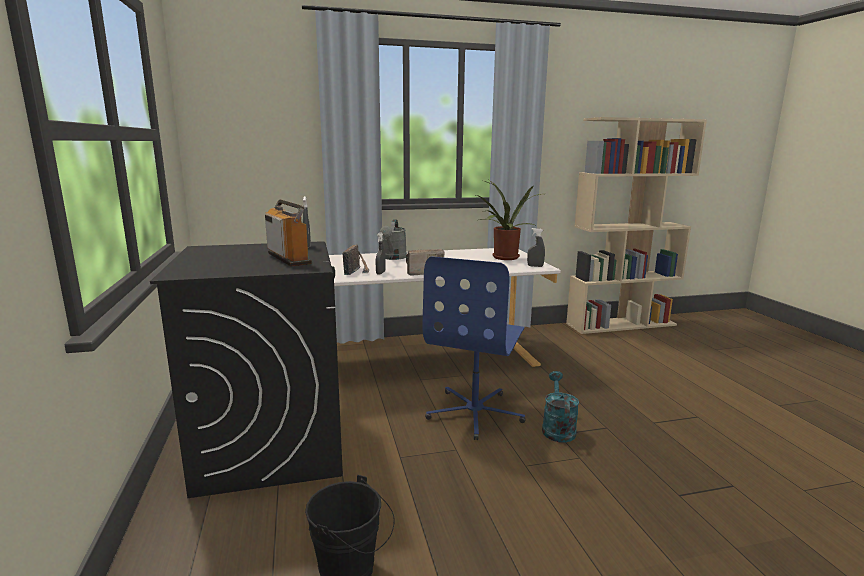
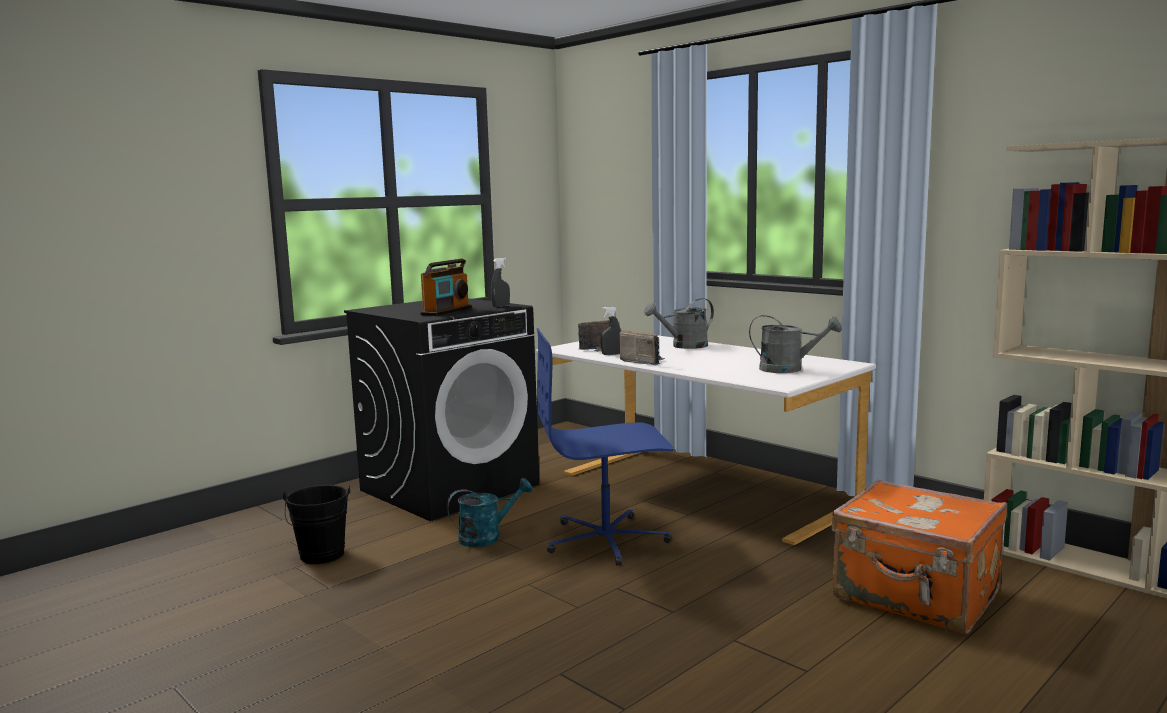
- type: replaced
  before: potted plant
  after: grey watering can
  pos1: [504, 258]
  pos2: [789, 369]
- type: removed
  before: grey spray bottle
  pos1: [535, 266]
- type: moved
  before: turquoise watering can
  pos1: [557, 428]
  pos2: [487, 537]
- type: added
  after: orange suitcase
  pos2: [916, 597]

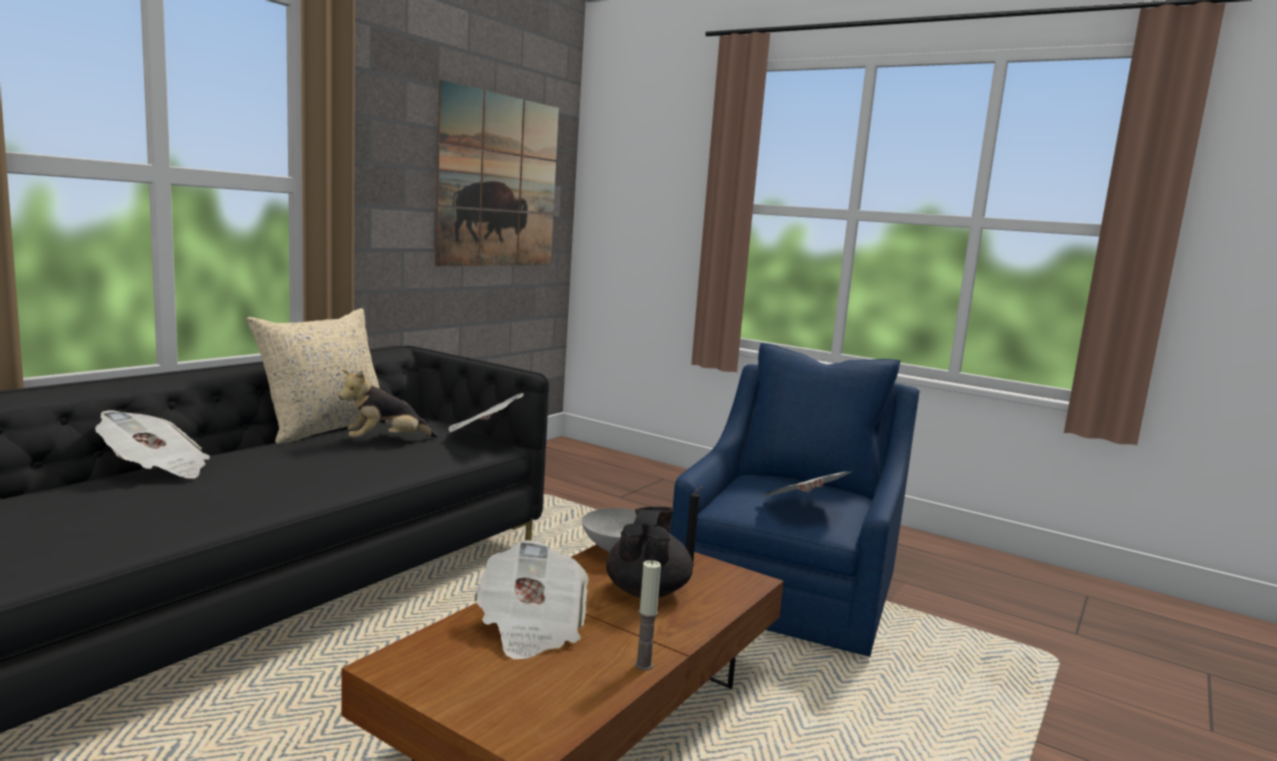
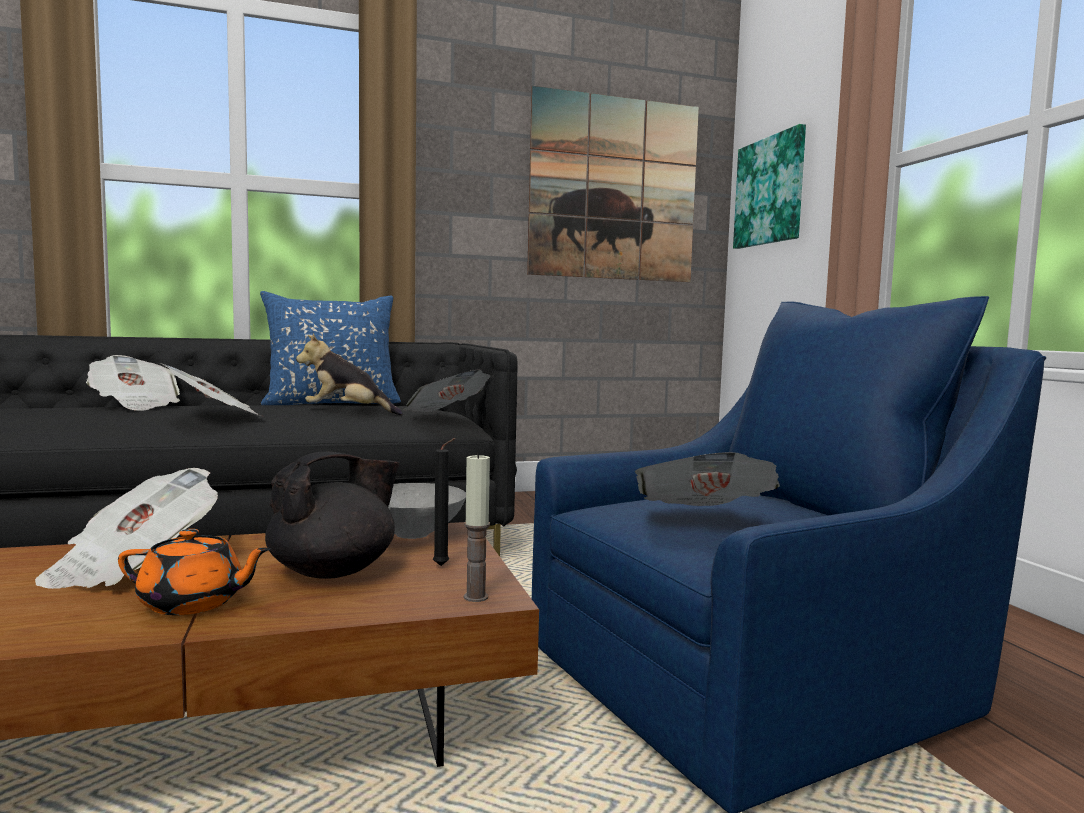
- type: recoloured
  before: beige pillow
  after: blue pillow
  pos1: [324, 428]
  pos2: [331, 404]
- type: moved
  before: candle
  pos1: [643, 665]
  pos2: [476, 597]
- type: added
  after: picture
  pos2: [770, 191]
- type: added
  after: newspaper
  pos2: [214, 416]
- type: added
  after: orange teapot
  pos2: [193, 603]

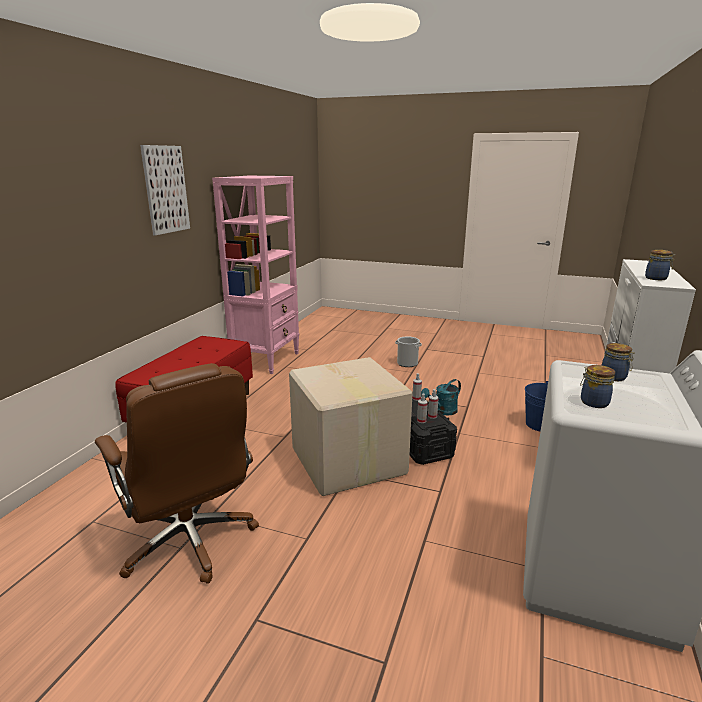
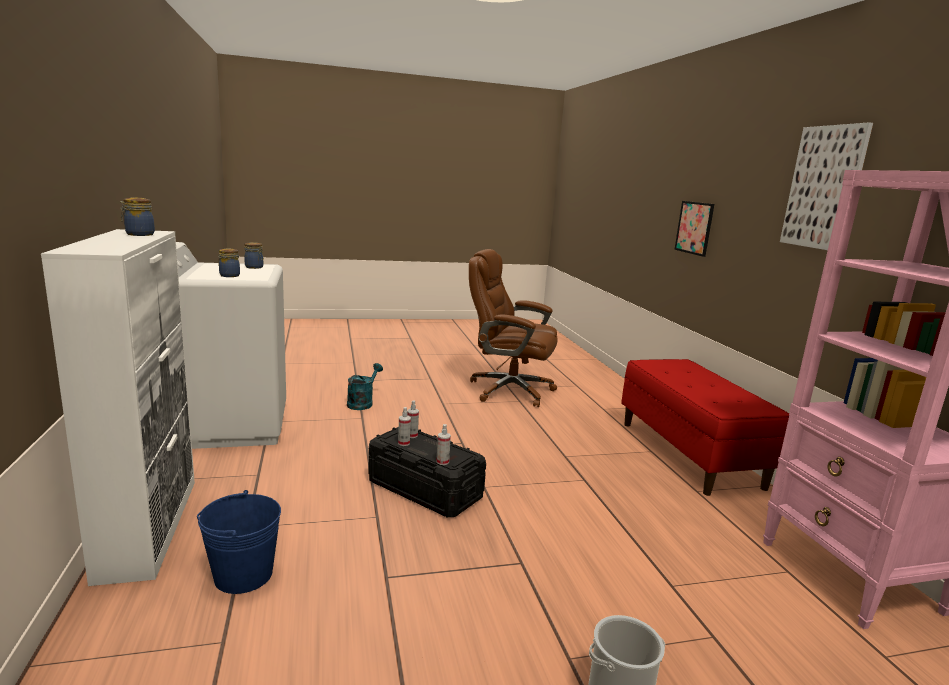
- type: removed
  before: cardboard box
  pos1: [347, 462]
- type: moved
  before: turquoise watering can
  pos1: [442, 411]
  pos2: [362, 403]
- type: added
  after: picture
  pos2: [694, 228]

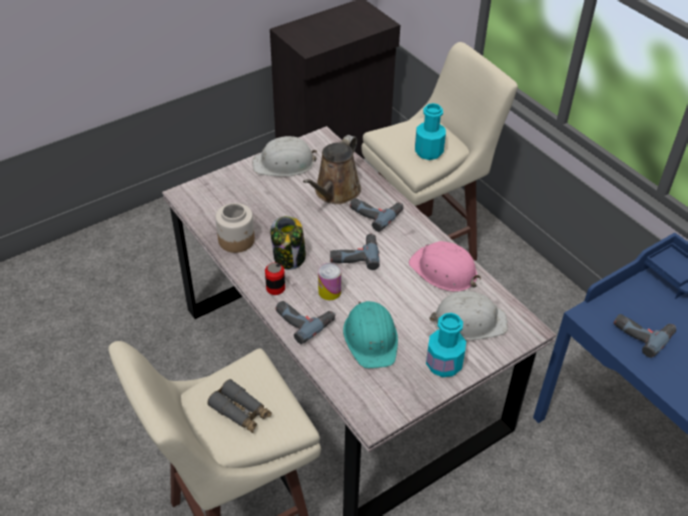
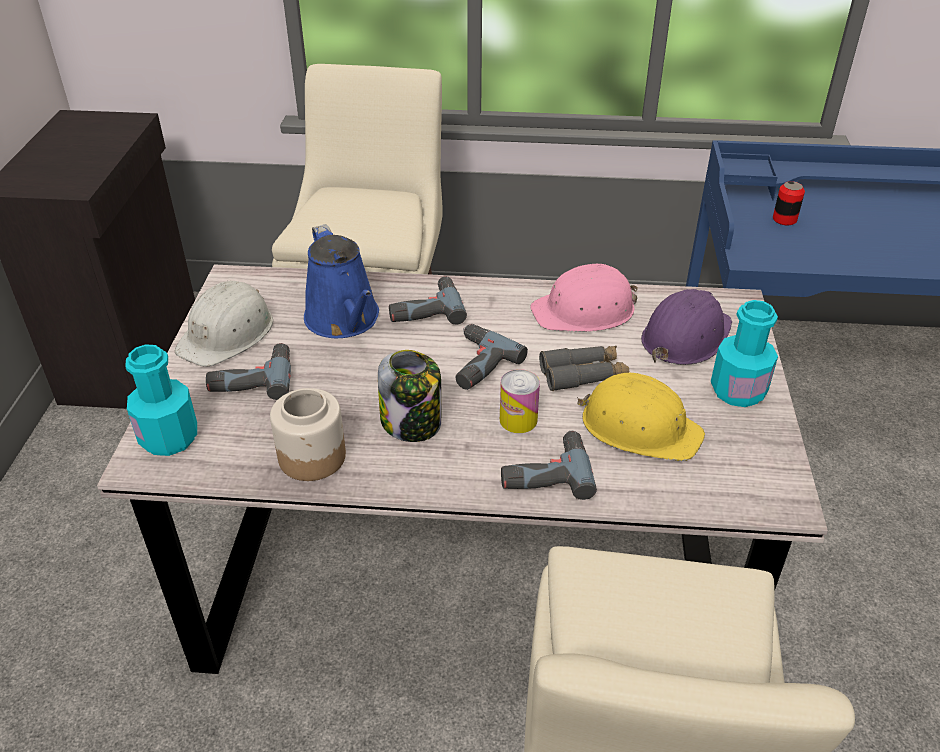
- type: moved
  before: turquoise bottle
  pos1: [428, 152]
  pos2: [169, 438]
- type: recoloured
  before: brown watering can
  after: blue watering can
  pos1: [335, 192]
  pos2: [344, 320]
- type: moved
  before: can
  pos1: [275, 288]
  pos2: [784, 219]
- type: recoloured
  before: white hard hat
  after: purple hard hat
  pos1: [468, 321]
  pos2: [685, 336]
- type: recoloured
  before: turquoise hard hat
  after: yellow hard hat
  pos1: [371, 338]
  pos2: [639, 427]
- type: moved
  before: power drill
  pos1: [642, 332]
  pos2: [252, 378]
- type: moved
  before: grey binoculars
  pos1: [241, 412]
  pos2: [583, 374]

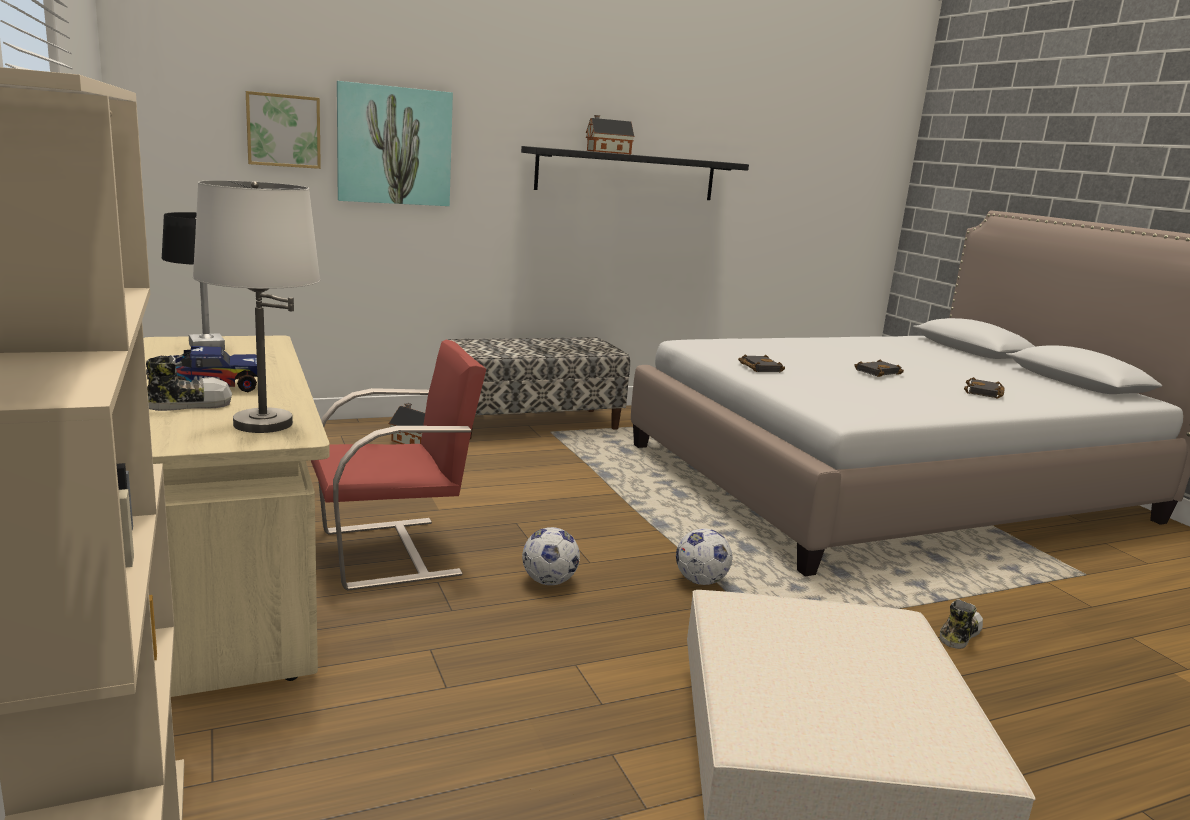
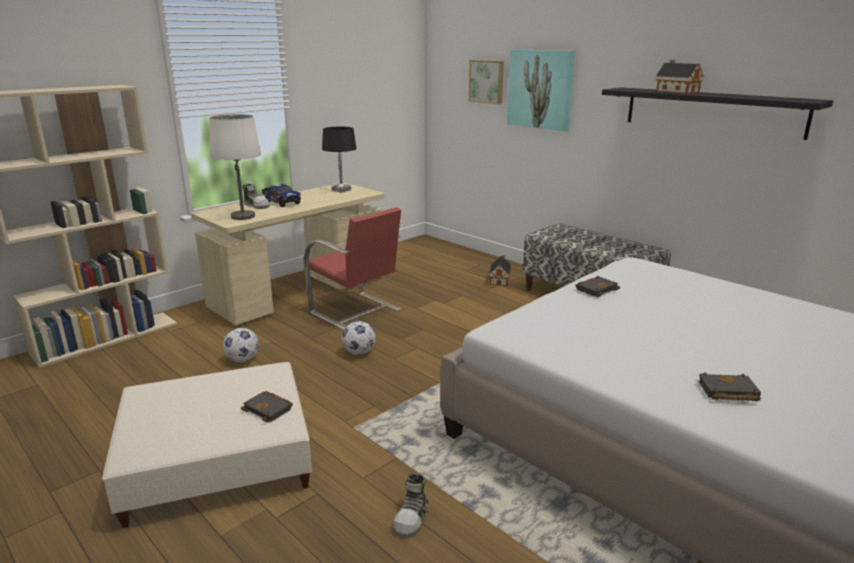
- type: moved
  before: black book
  pos1: [877, 372]
  pos2: [269, 409]
- type: moved
  before: football
  pos1: [700, 581]
  pos2: [242, 360]
- type: turned
  before: shoe
  pos1: [958, 634]
  pos2: [413, 517]
  turn: 90

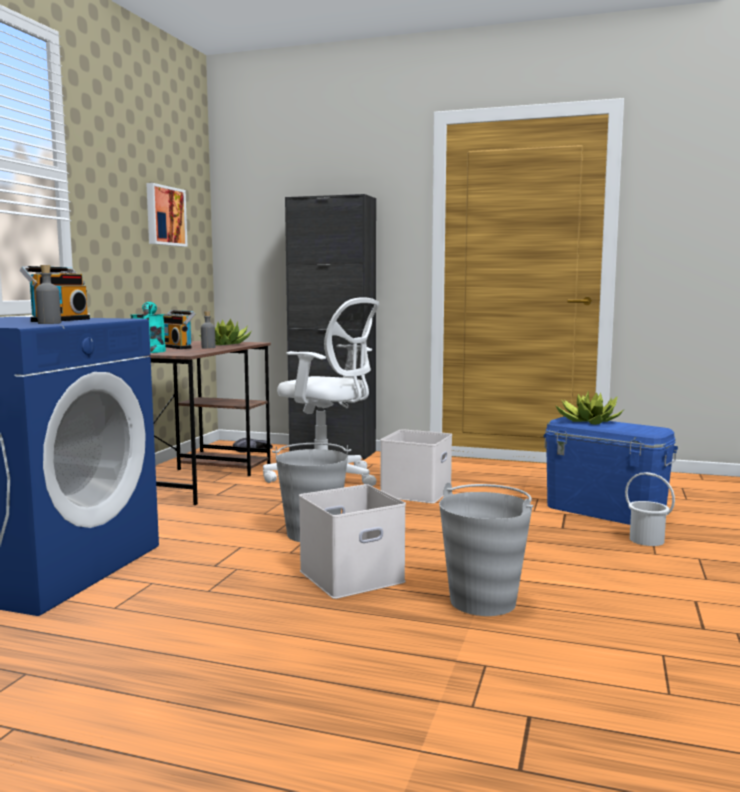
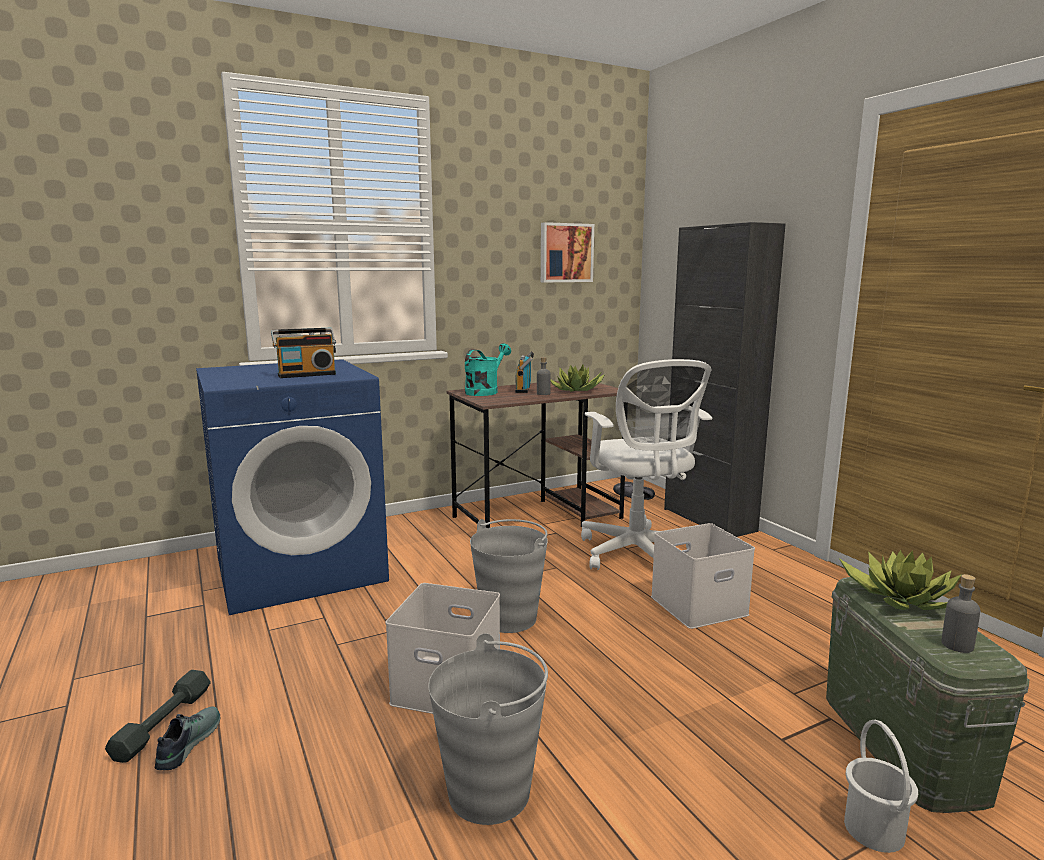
- type: moved
  before: grey bottle
  pos1: [49, 323]
  pos2: [957, 645]
- type: recoloured
  before: blue storage box
  after: green storage box
  pos1: [605, 511]
  pos2: [902, 744]
- type: added
  after: grey dumbbell
  pos2: [163, 723]
- type: added
  after: shoe
  pos2: [187, 743]

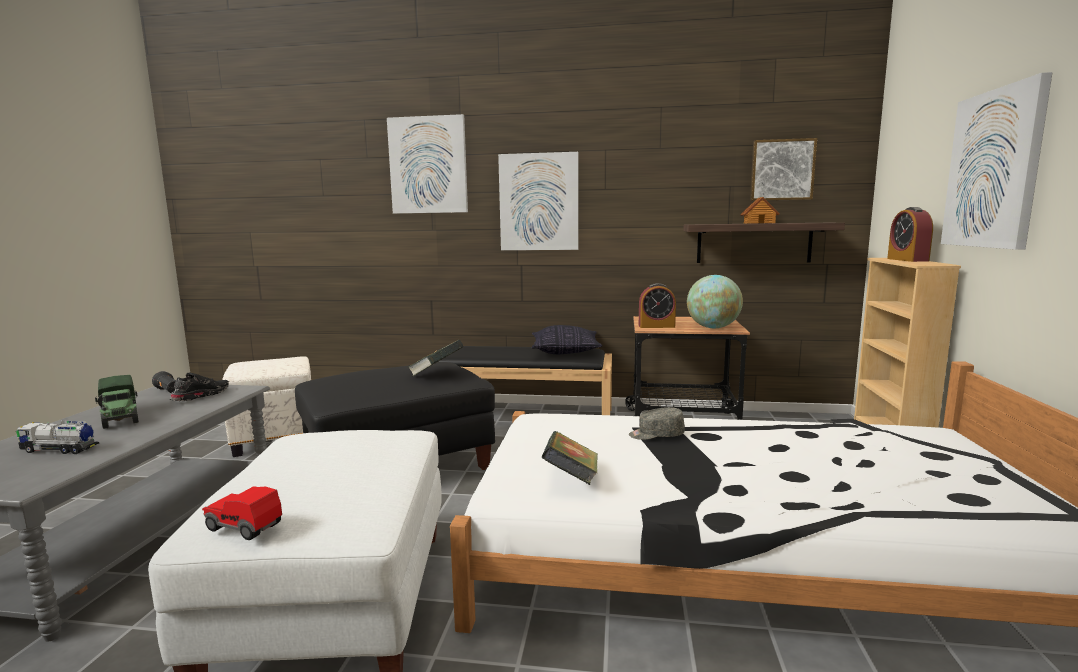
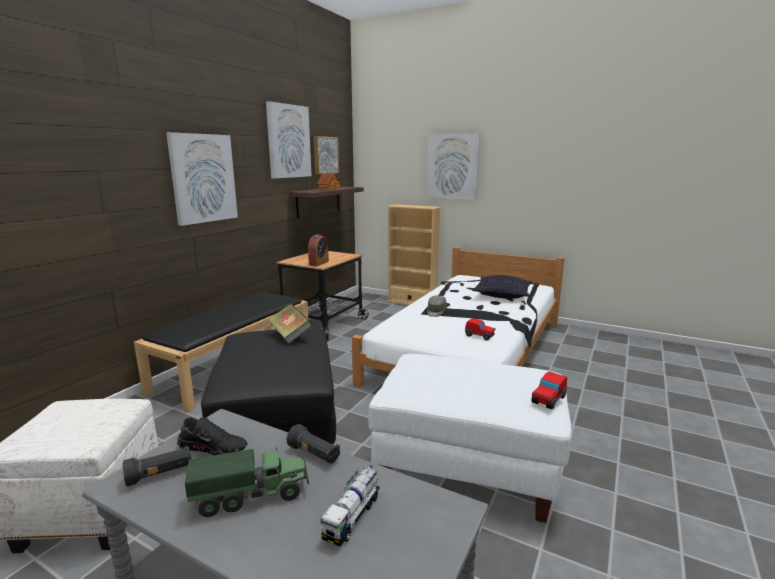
- type: moved
  before: picture
  pos1: [428, 165]
  pos2: [288, 141]
- type: removed
  before: alarm clock
  pos1: [907, 260]
- type: removed
  before: globe
  pos1: [713, 327]
- type: moved
  before: pillow
  pos1: [565, 351]
  pos2: [502, 295]
- type: turned
  before: black shoe
  pos1: [200, 396]
  pos2: [214, 447]
  turn: 150
- type: replaced
  before: book
  after: toy car
  pos1: [571, 479]
  pos2: [479, 336]
- type: added
  after: black flashlight
  pos2: [314, 455]

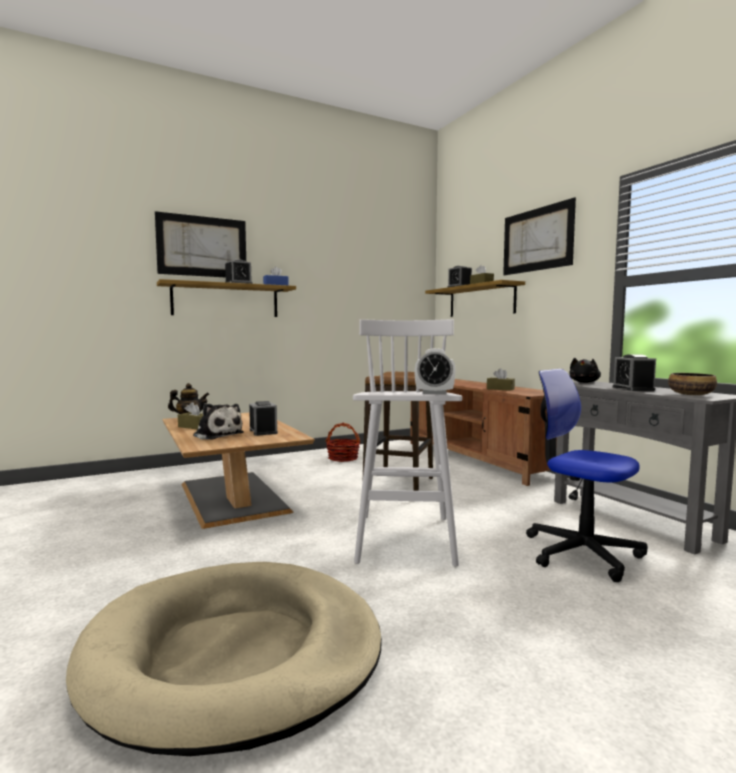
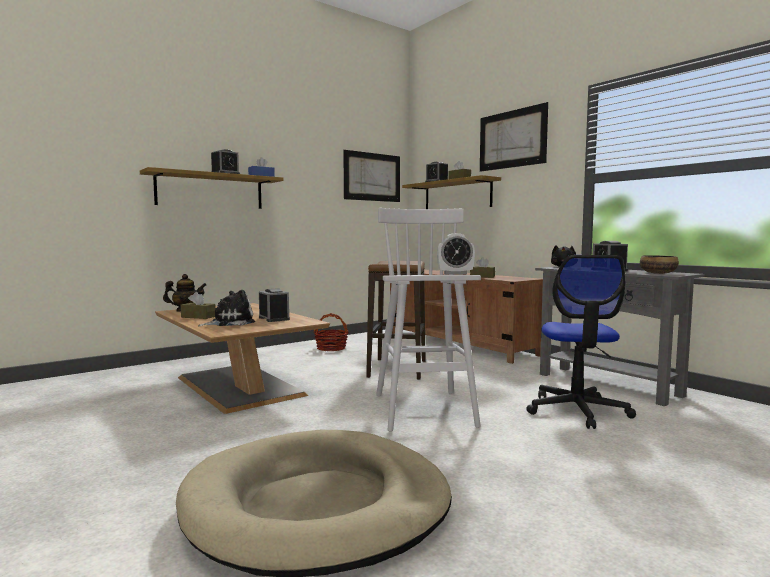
- type: moved
  before: picture
  pos1: [202, 246]
  pos2: [372, 177]
- type: turned
  before: office chair
  pos1: [581, 553]
  pos2: [577, 411]
  turn: -120
- type: turned
  before: plush toy
  pos1: [217, 435]
  pos2: [230, 322]
  turn: -60

